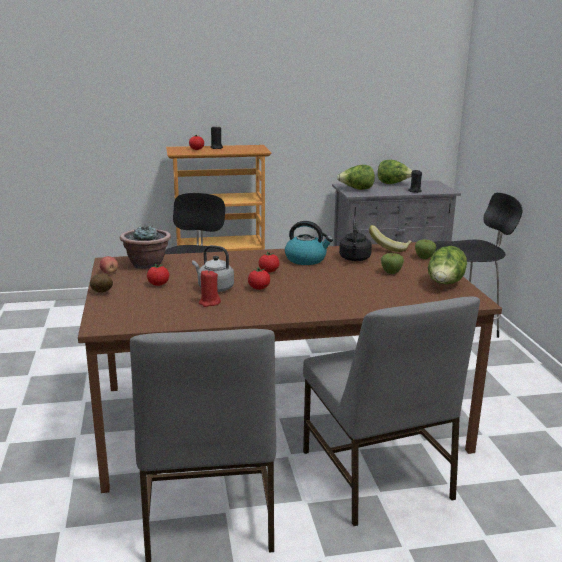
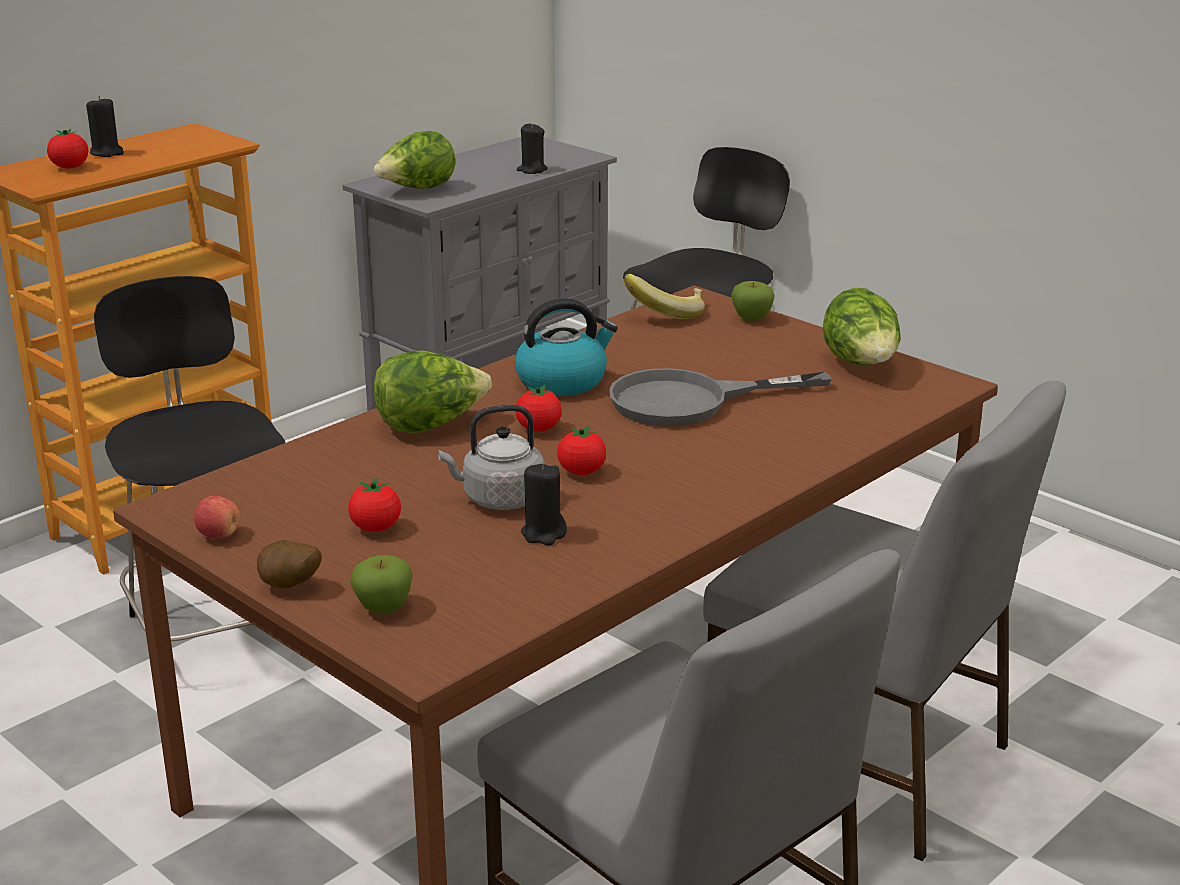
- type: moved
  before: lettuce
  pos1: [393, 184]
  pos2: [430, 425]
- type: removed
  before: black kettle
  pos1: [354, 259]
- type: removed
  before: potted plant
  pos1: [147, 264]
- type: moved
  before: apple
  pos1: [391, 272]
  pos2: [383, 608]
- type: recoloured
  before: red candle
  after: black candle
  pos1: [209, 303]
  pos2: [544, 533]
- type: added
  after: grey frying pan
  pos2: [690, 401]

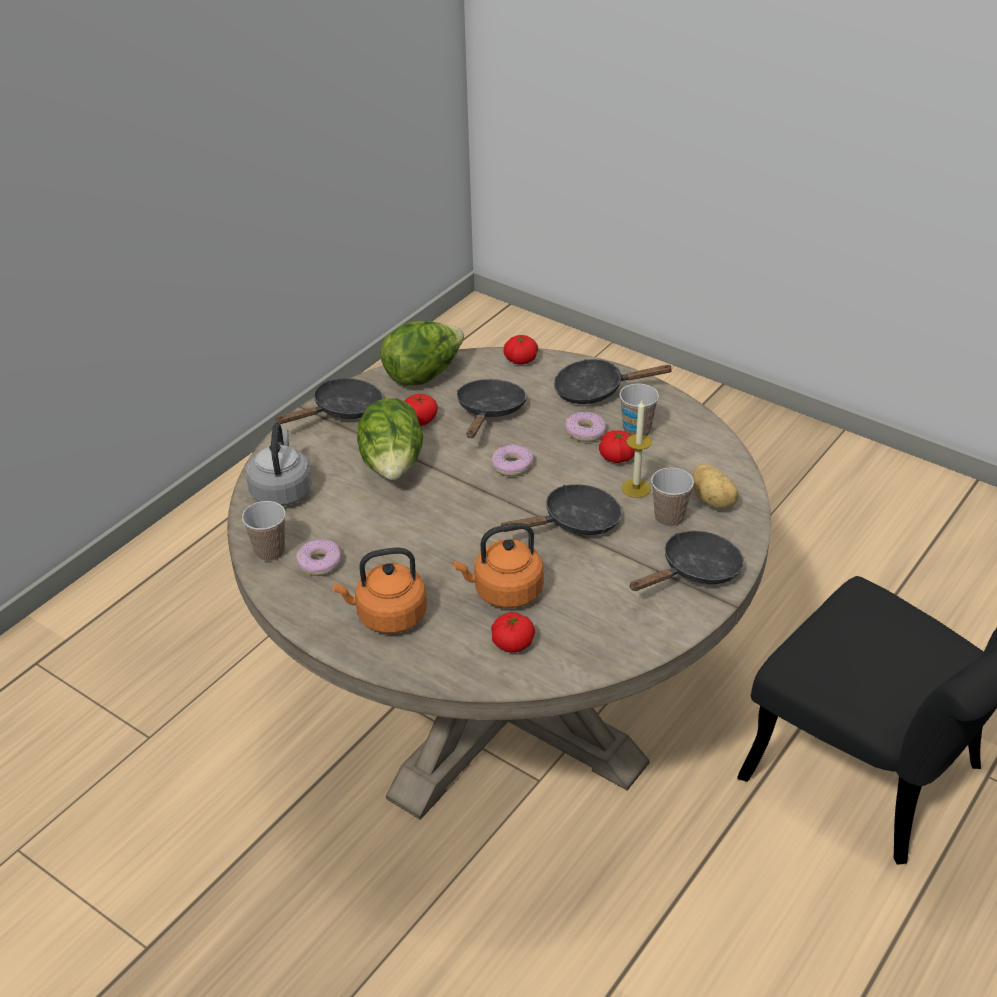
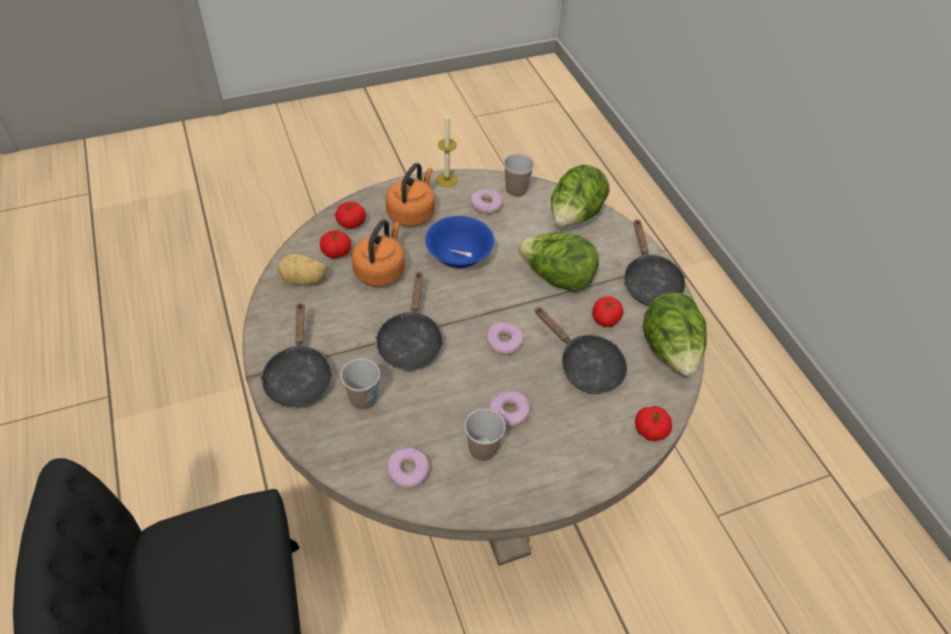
- type: removed
  before: black frying pan
  pos1: [596, 390]
- type: moved
  before: candle
  pos1: [636, 488]
  pos2: [447, 179]
- type: replaced
  before: grey kettle
  after: lettuce
  pos1: [282, 490]
  pos2: [574, 217]
- type: moved
  before: tomato
  pos1: [617, 457]
  pos2: [351, 223]
- type: moved
  before: potato
  pos1: [713, 500]
  pos2: [304, 280]
- type: added
  after: blue bowl
  pos2: [459, 257]
- type: added
  after: donut
  pos2: [408, 471]

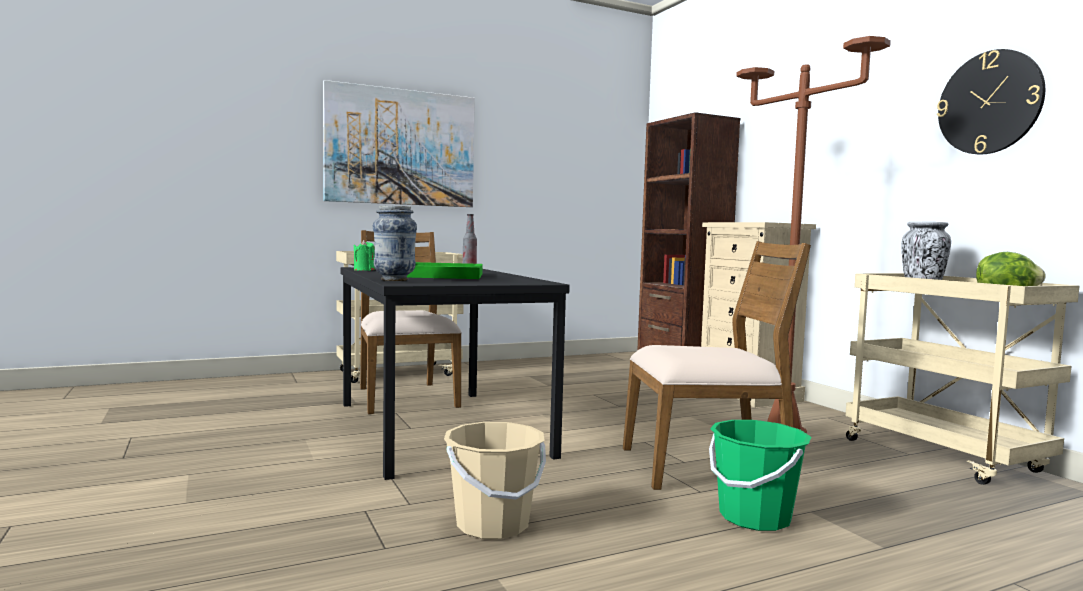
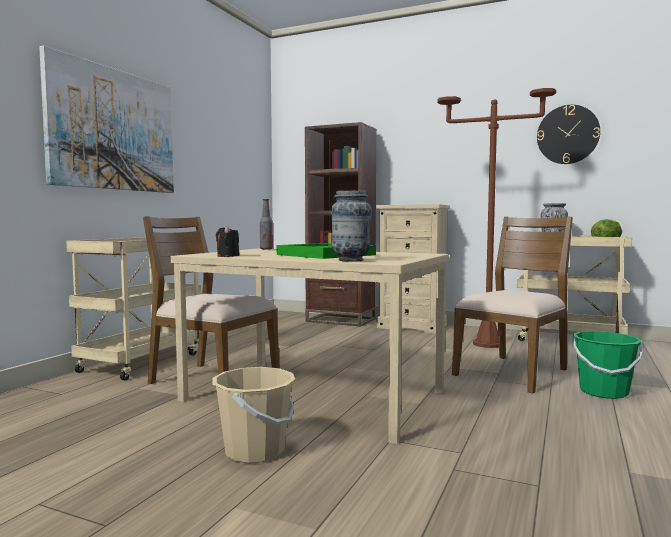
- type: recoloured
  before: green candle
  after: black candle
  pos1: [364, 270]
  pos2: [228, 256]
- type: recoloured
  before: black dining table
  after: beige dining table
  pos1: [441, 428]
  pos2: [316, 395]
- type: moved
  before: beige bucket
  pos1: [492, 525]
  pos2: [255, 451]

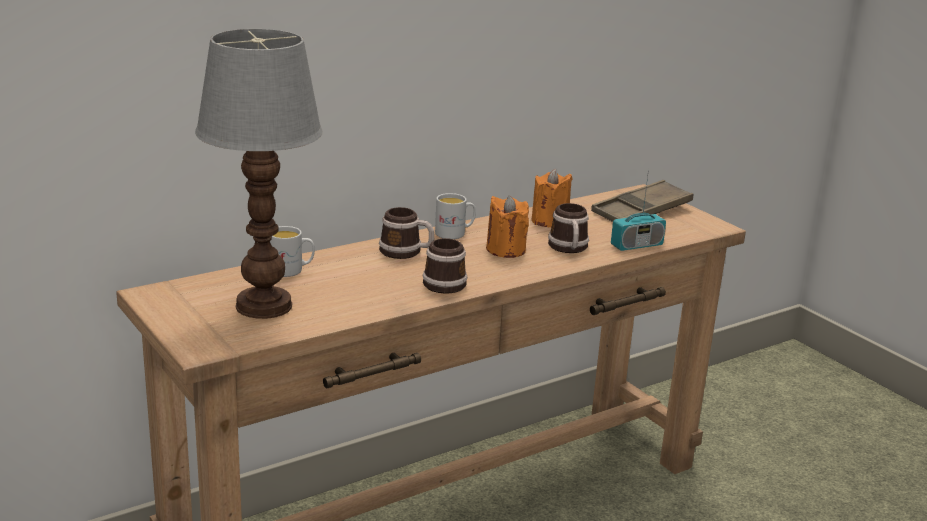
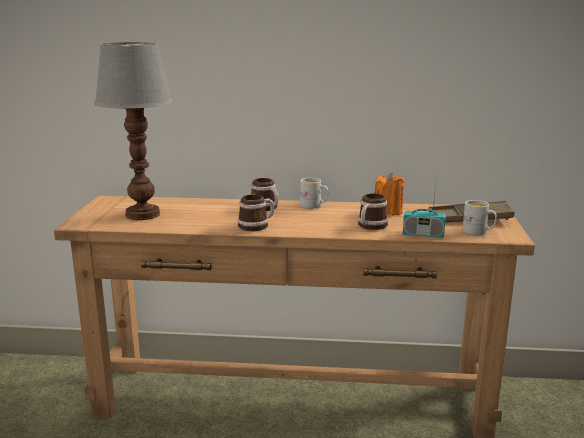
- type: removed
  before: orange candle
  pos1: [505, 250]
- type: moved
  before: white mug
  pos1: [292, 270]
  pos2: [478, 232]

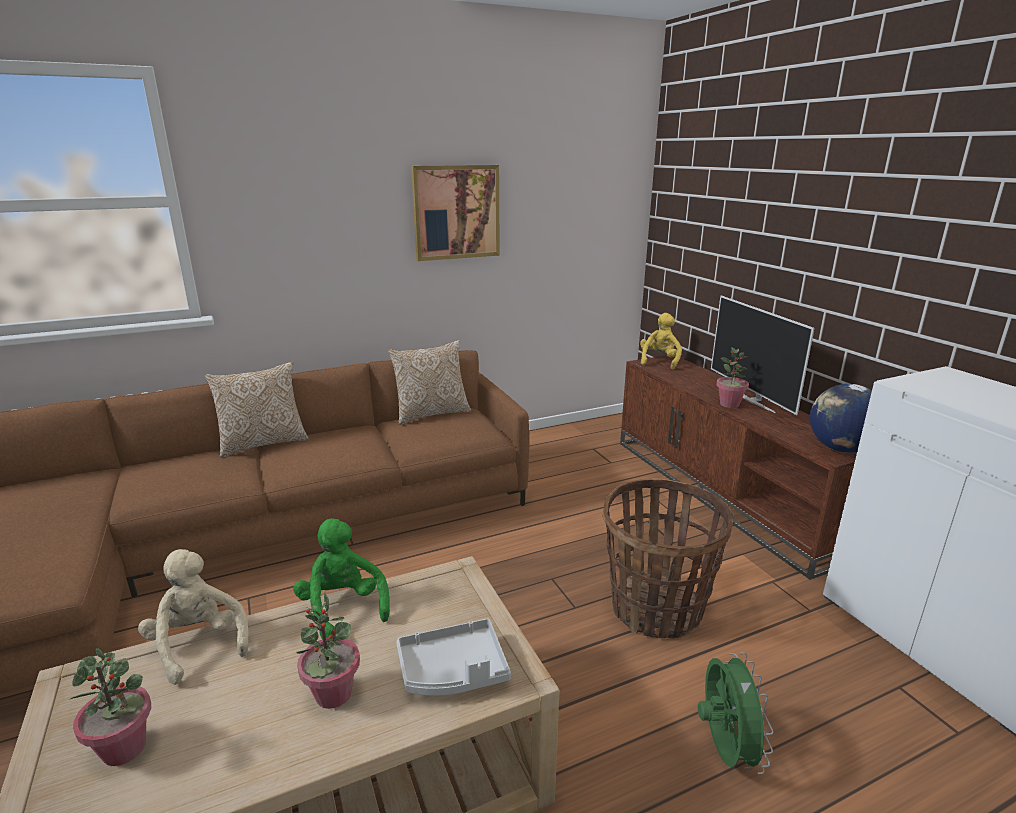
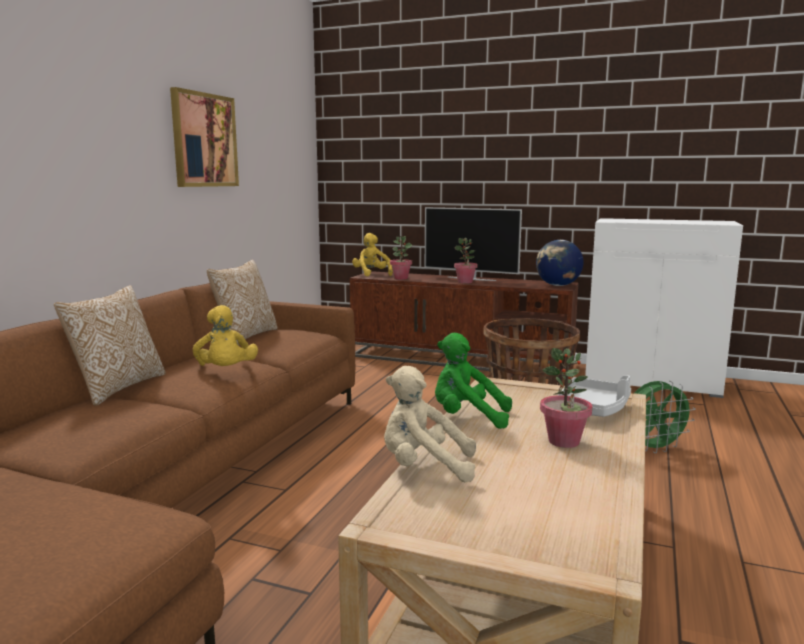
- type: moved
  before: potted plant
  pos1: [125, 748]
  pos2: [401, 278]
- type: turned
  before: green fan
  pos1: [724, 749]
  pos2: [653, 448]
  turn: 120
- type: added
  after: yellow plush toy
  pos2: [226, 371]

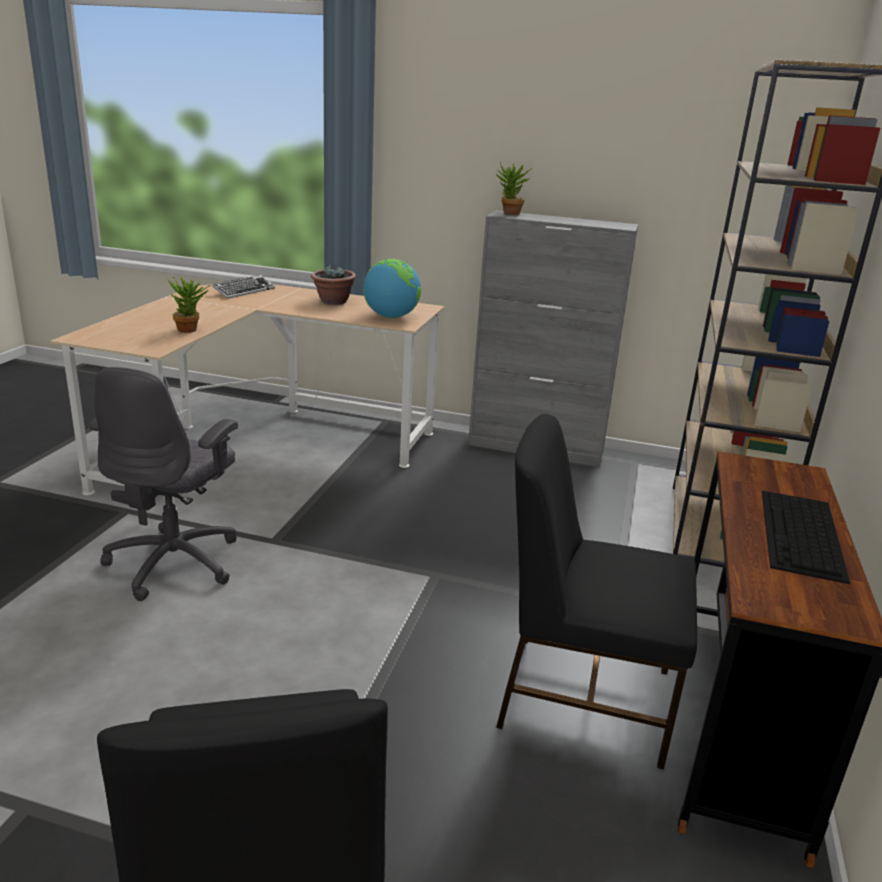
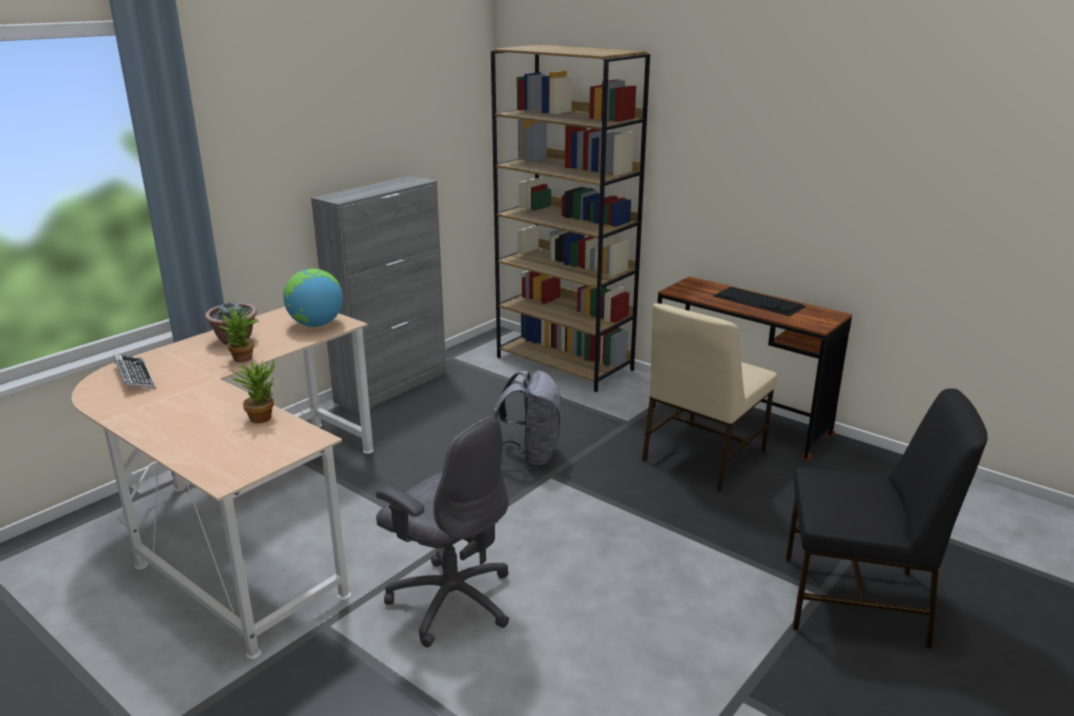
- type: moved
  before: potted plant
  pos1: [509, 214]
  pos2: [243, 360]
- type: recoloured
  before: black chair
  after: beige chair
  pos1: [582, 695]
  pos2: [702, 456]
- type: added
  after: grey backpack
  pos2: [529, 456]

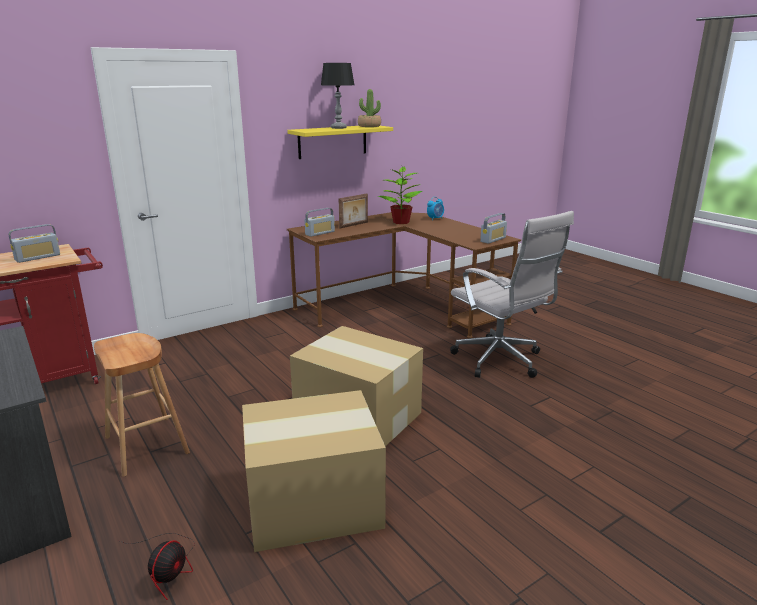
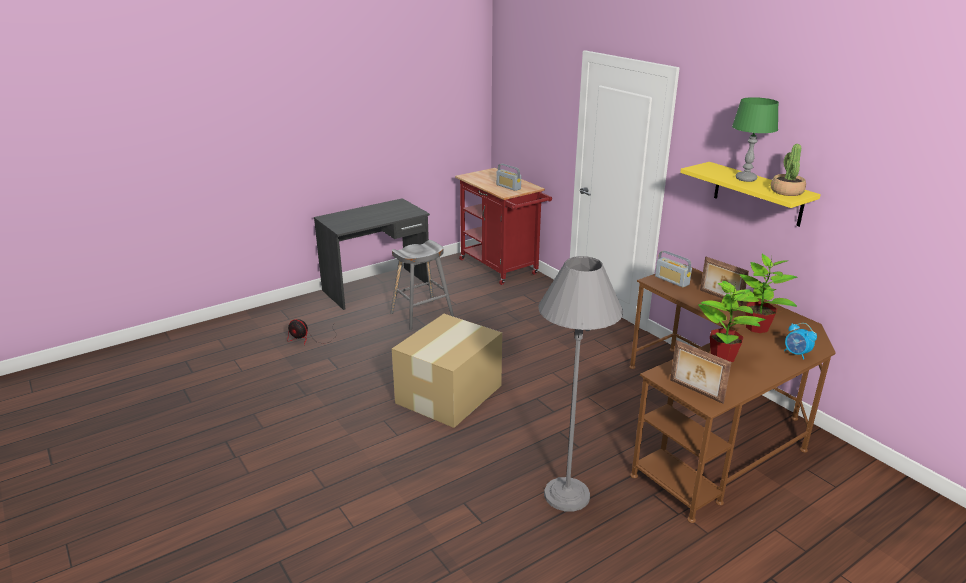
- type: recoloured
  before: black table lamp
  after: green table lamp
  pos1: [338, 128]
  pos2: [746, 179]
- type: replaced
  before: white office chair
  after: grey floor lamp
  pos1: [501, 361]
  pos2: [566, 495]
- type: replaced
  before: radio
  after: picture frame
  pos1: [493, 239]
  pos2: [695, 391]
- type: recoloured
  before: brown stool
  after: grey stool
  pos1: [146, 445]
  pos2: [422, 314]
- type: removed
  before: cardboard box
  pos1: [311, 502]
- type: added
  after: potted plant
  pos2: [723, 357]

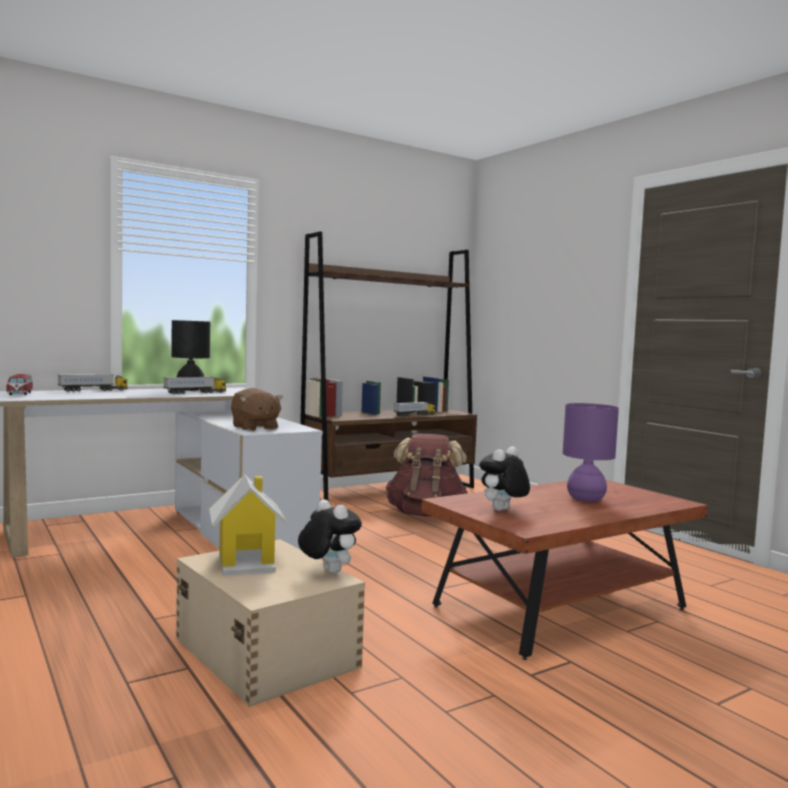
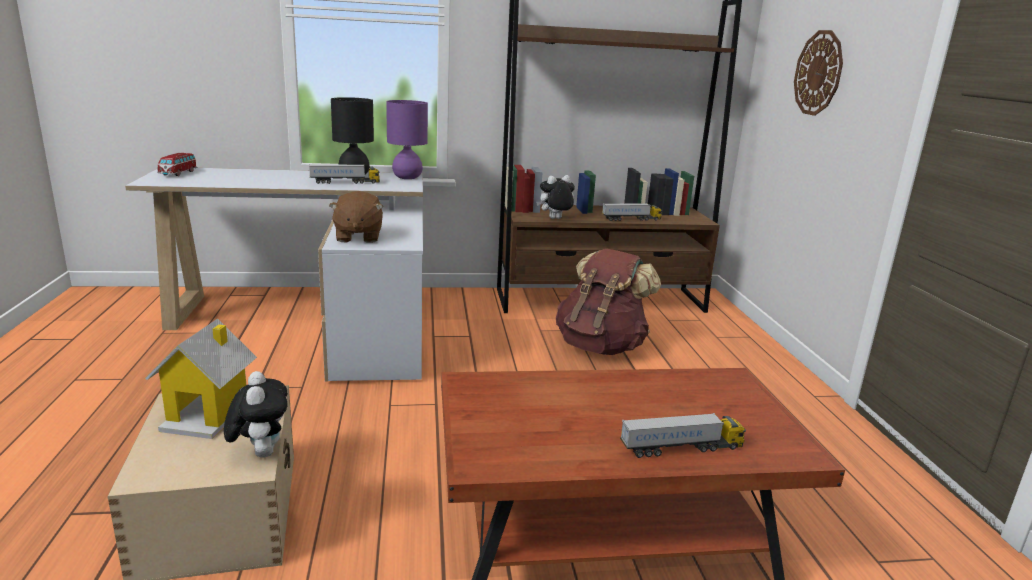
- type: moved
  before: toy truck
  pos1: [93, 390]
  pos2: [681, 448]
- type: moved
  before: purple table lamp
  pos1: [585, 499]
  pos2: [407, 177]
- type: moved
  before: plush toy
  pos1: [502, 511]
  pos2: [555, 219]
- type: added
  after: wall clock
  pos2: [818, 73]

